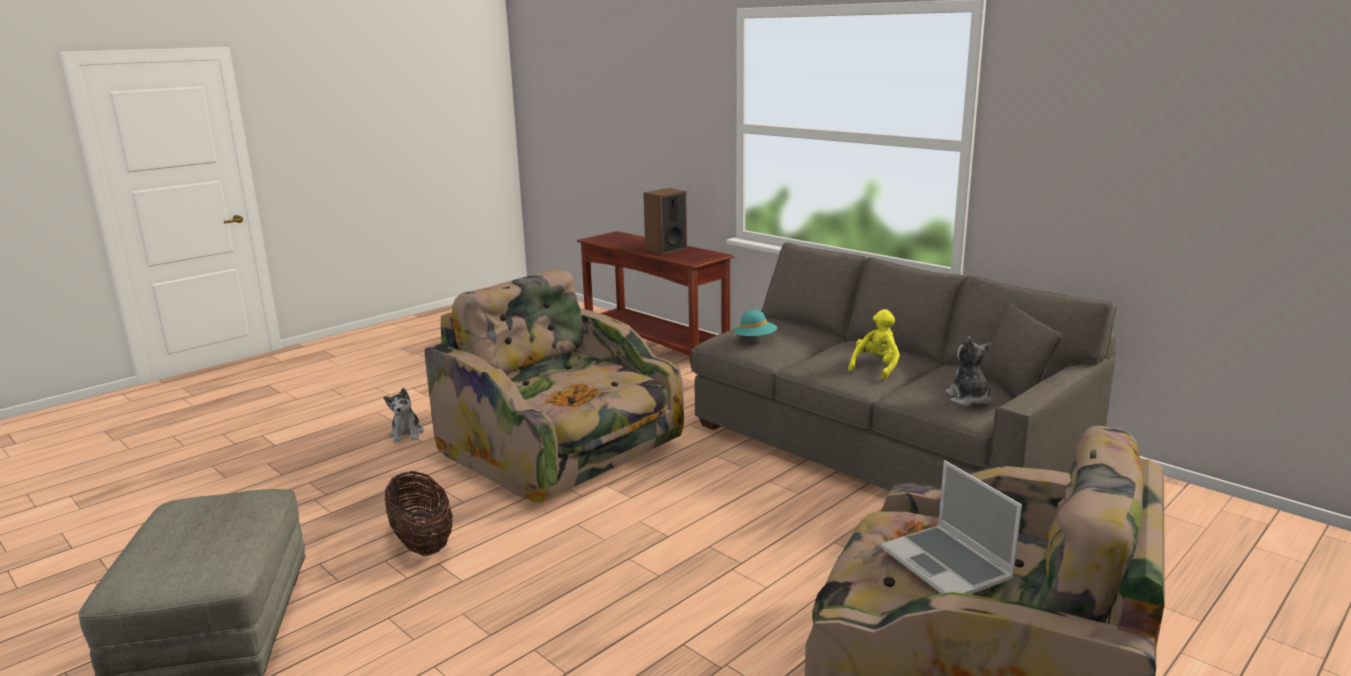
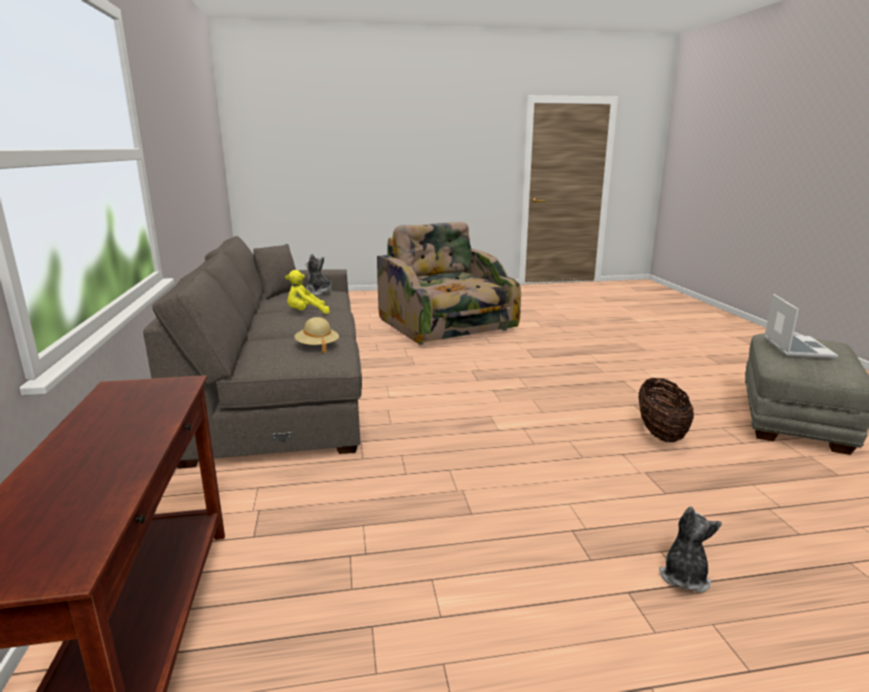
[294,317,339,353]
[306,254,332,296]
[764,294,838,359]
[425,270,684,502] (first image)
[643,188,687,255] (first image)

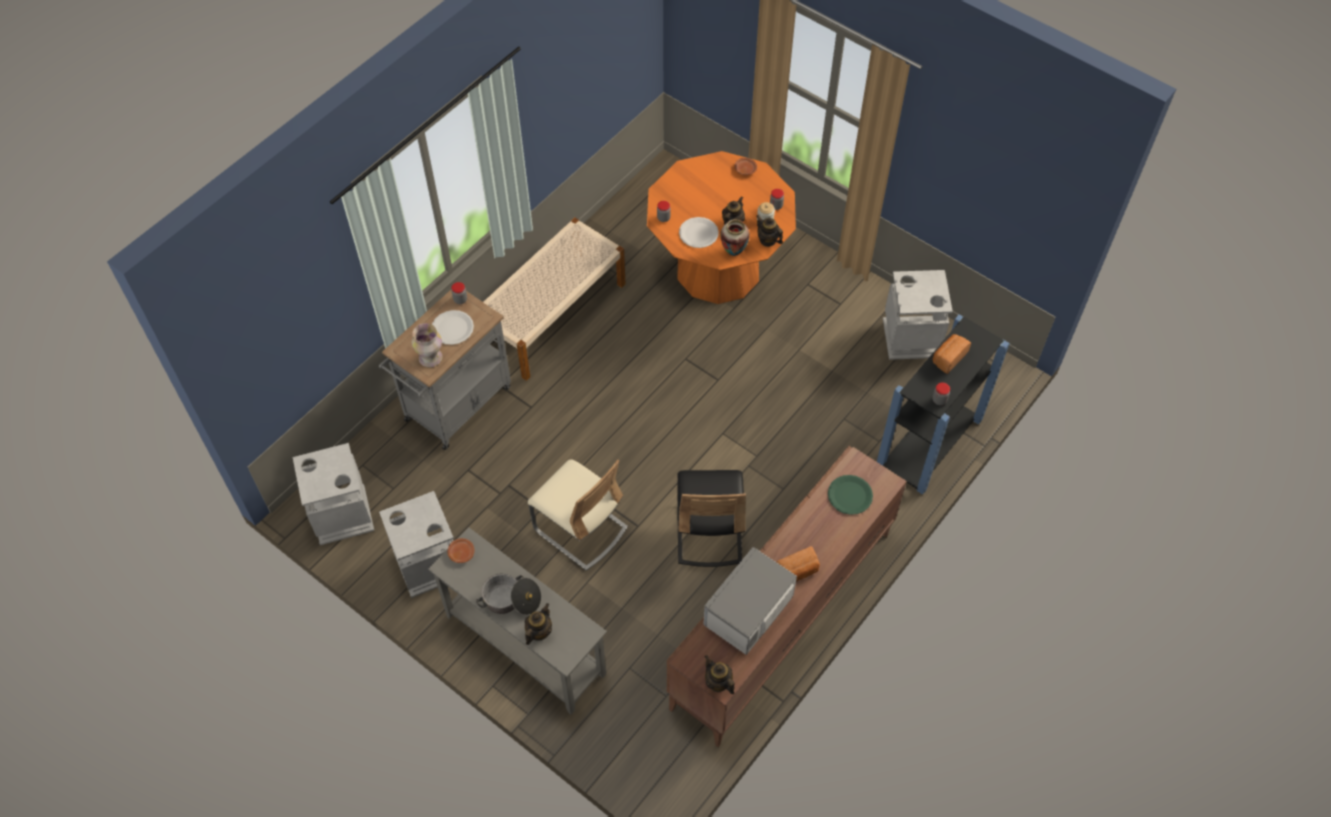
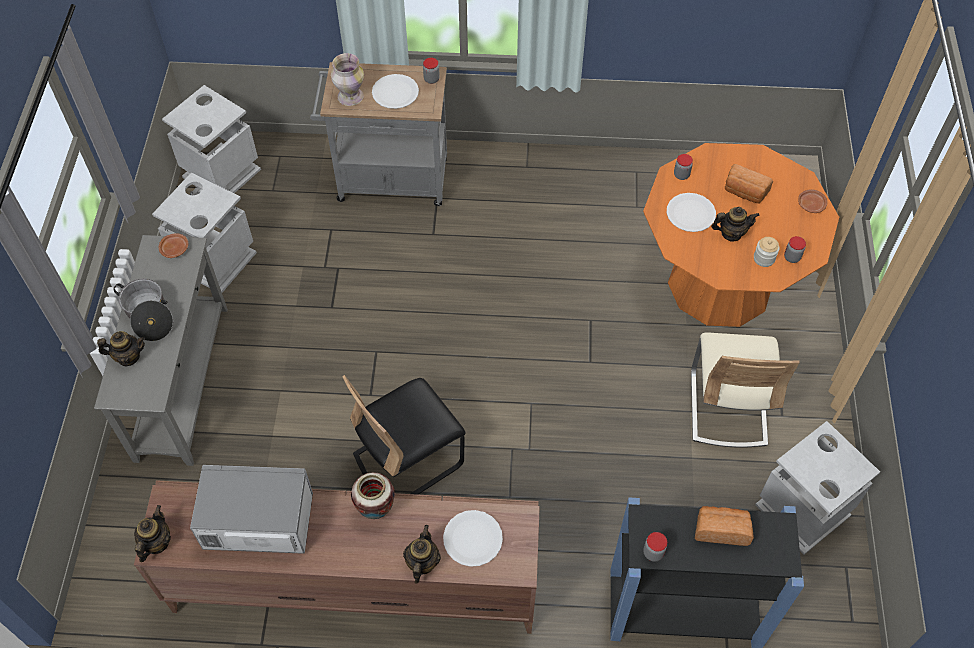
[351,472,395,519]
[403,525,441,584]
[443,510,503,567]
[691,333,800,448]
[725,164,773,203]
[483,217,625,381] (first image)

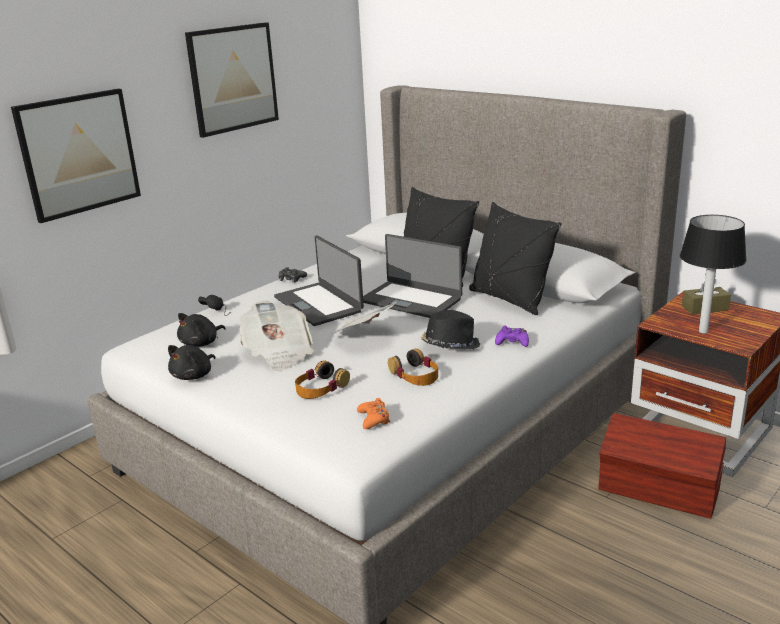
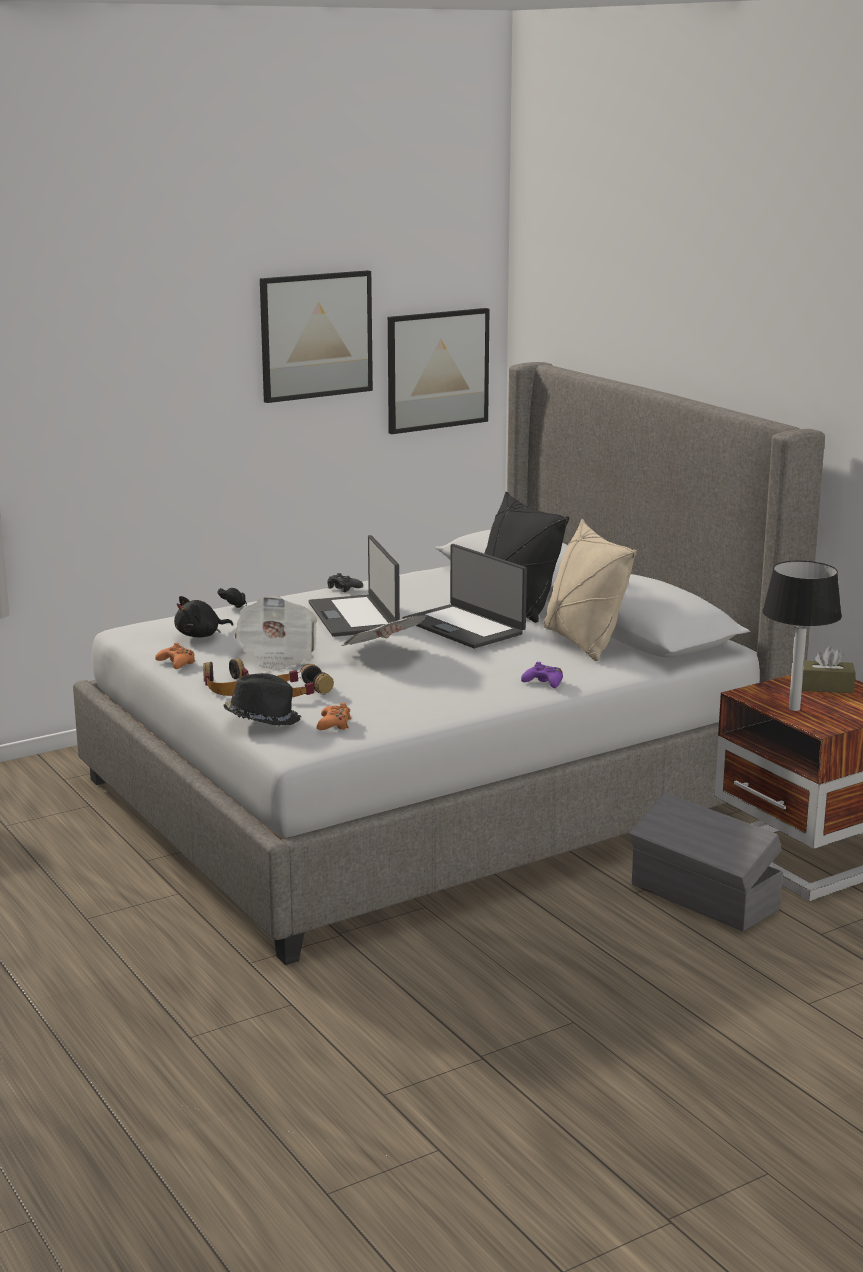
[155,643,195,669]
[203,659,248,696]
[223,673,301,726]
[388,308,489,434]
[543,519,637,661]
[629,793,783,931]

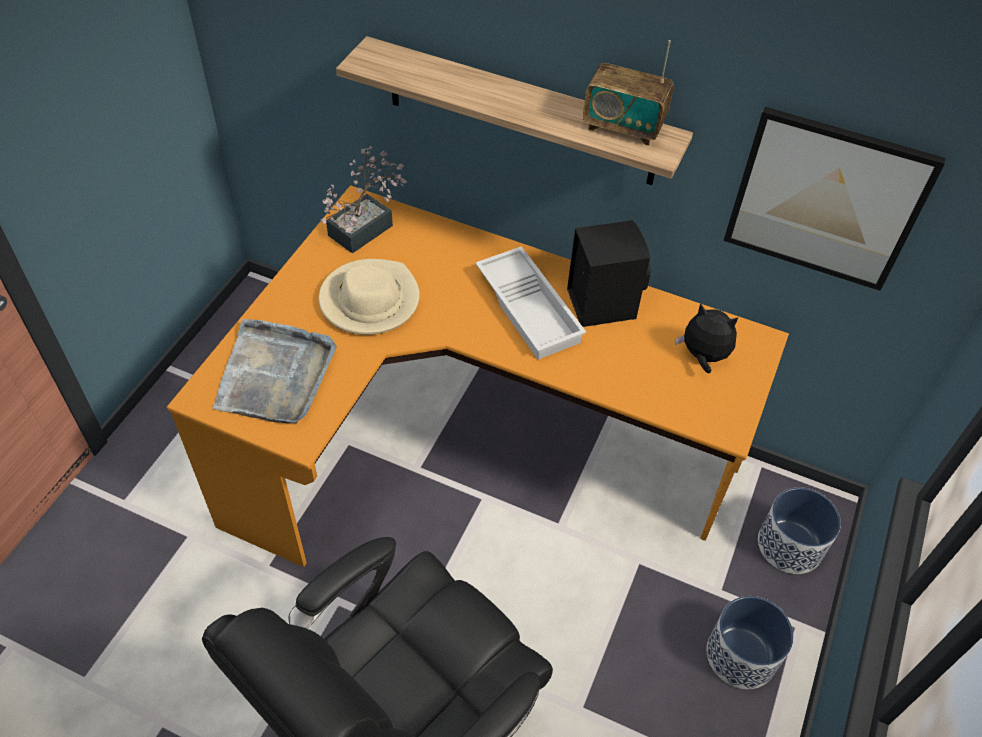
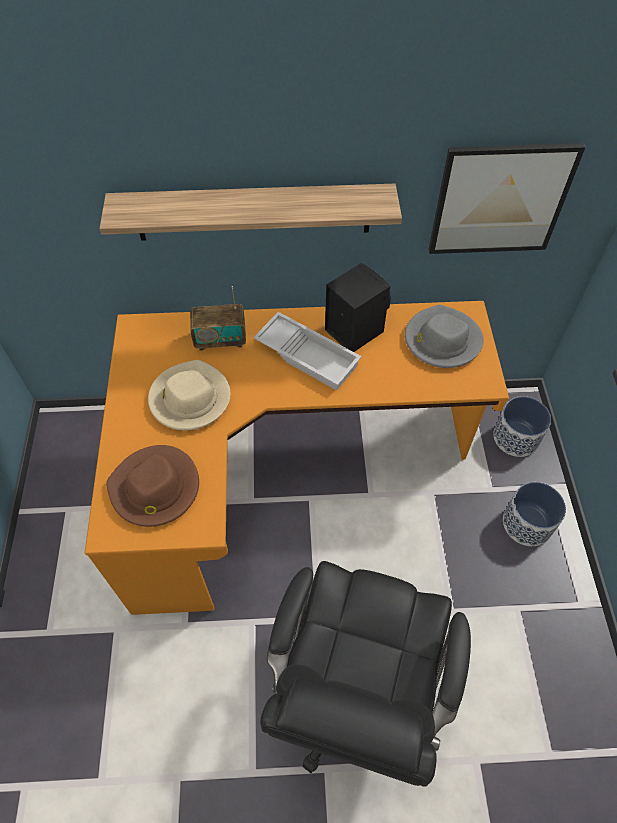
[106,445,199,527]
[190,286,246,351]
[405,305,484,368]
[321,146,407,254] (first image)

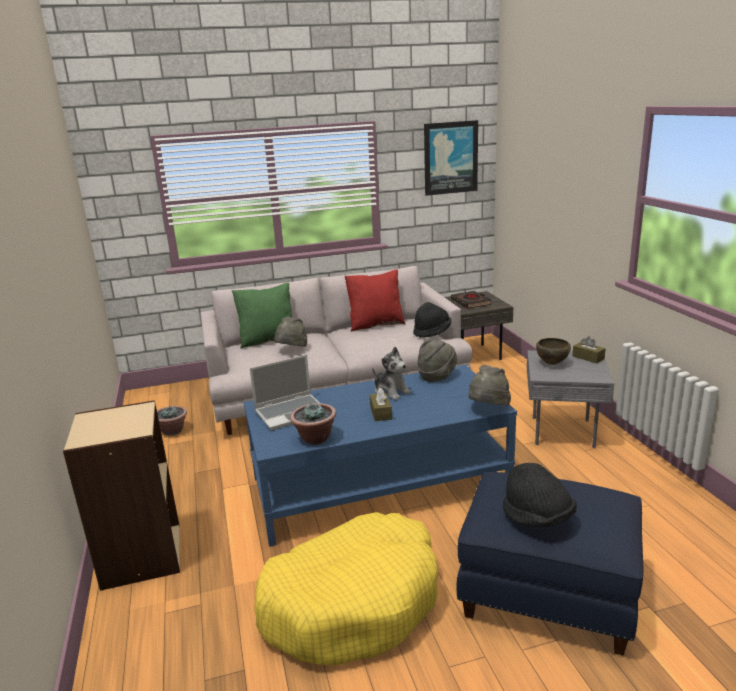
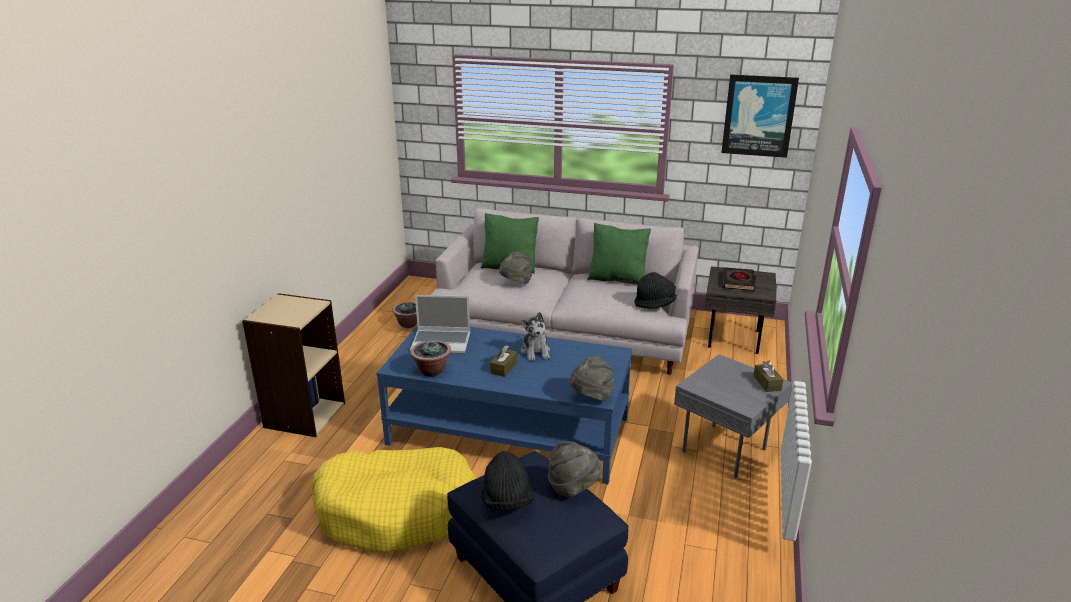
[548,441,601,497]
[587,223,651,285]
[536,338,571,365] (first image)

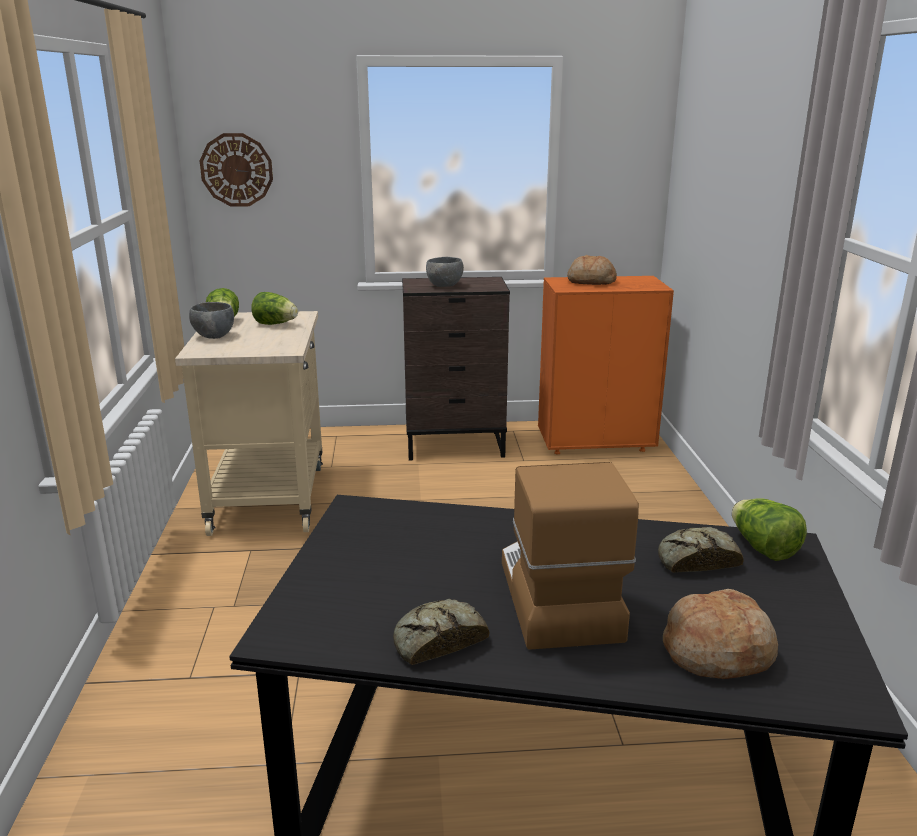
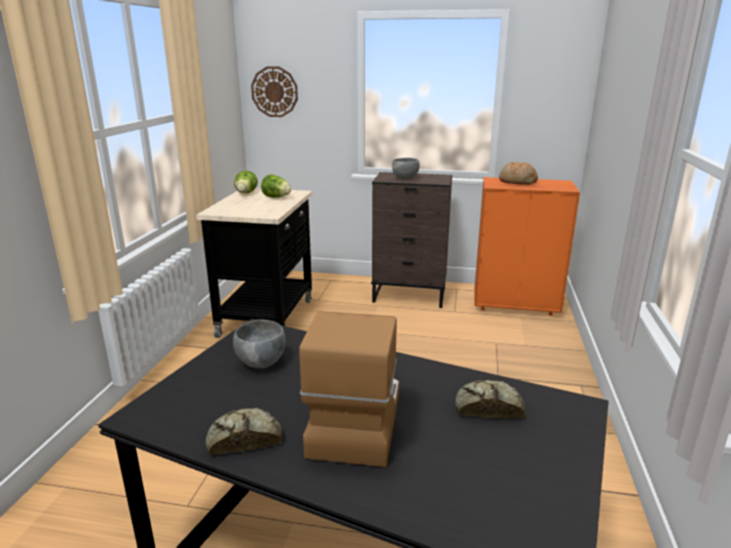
[196,188,312,338]
[233,319,285,368]
[663,589,778,679] (first image)
[732,498,807,561] (first image)

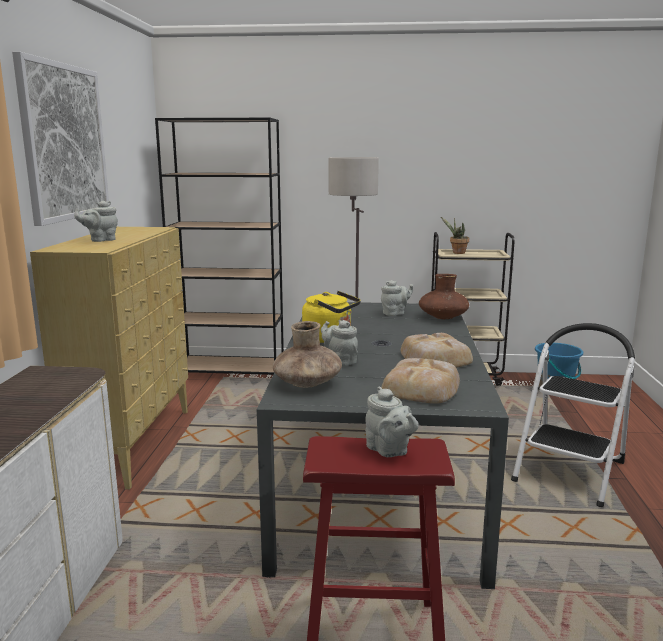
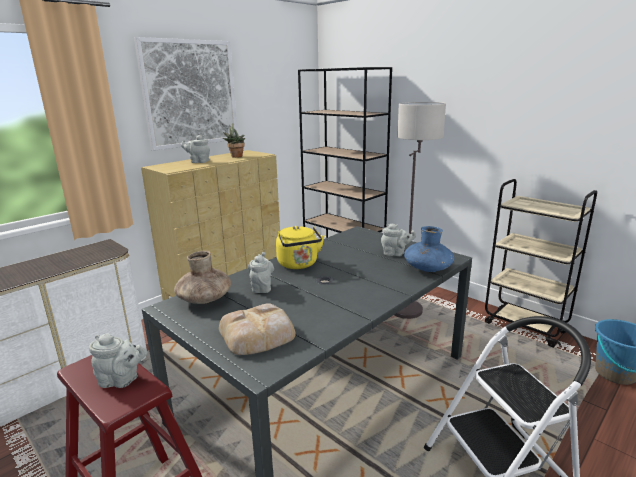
[89,334,147,388]
[223,123,245,158]
[404,226,454,272]
[401,333,473,368] (first image)

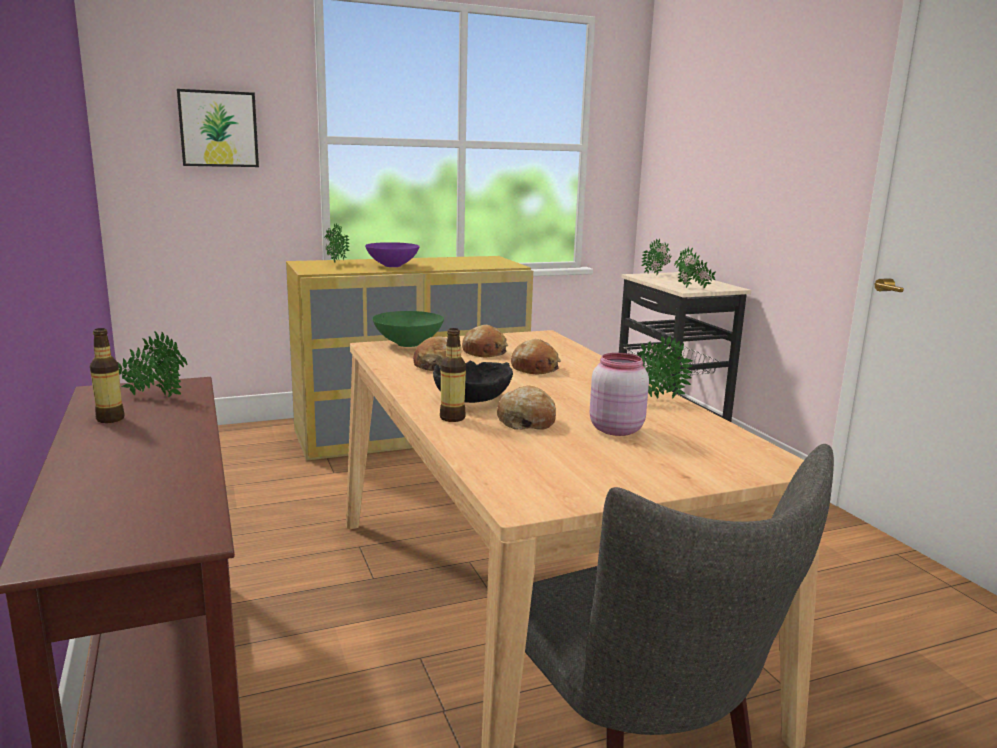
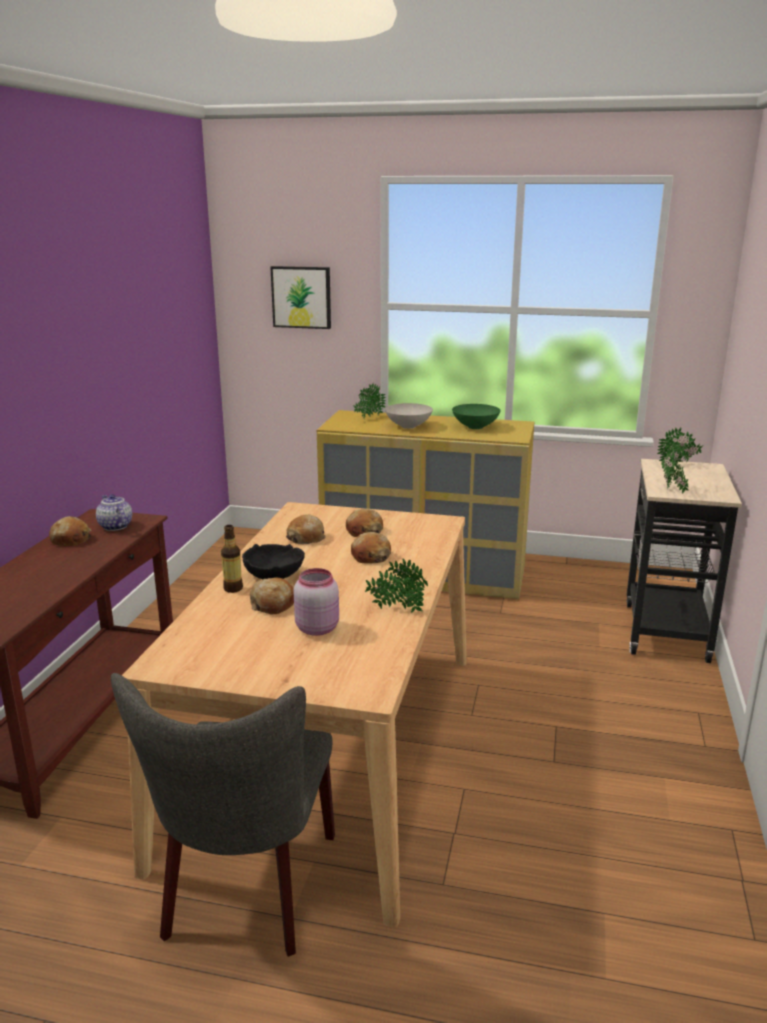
[49,516,91,546]
[96,494,132,531]
[385,403,433,429]
[452,404,501,429]

